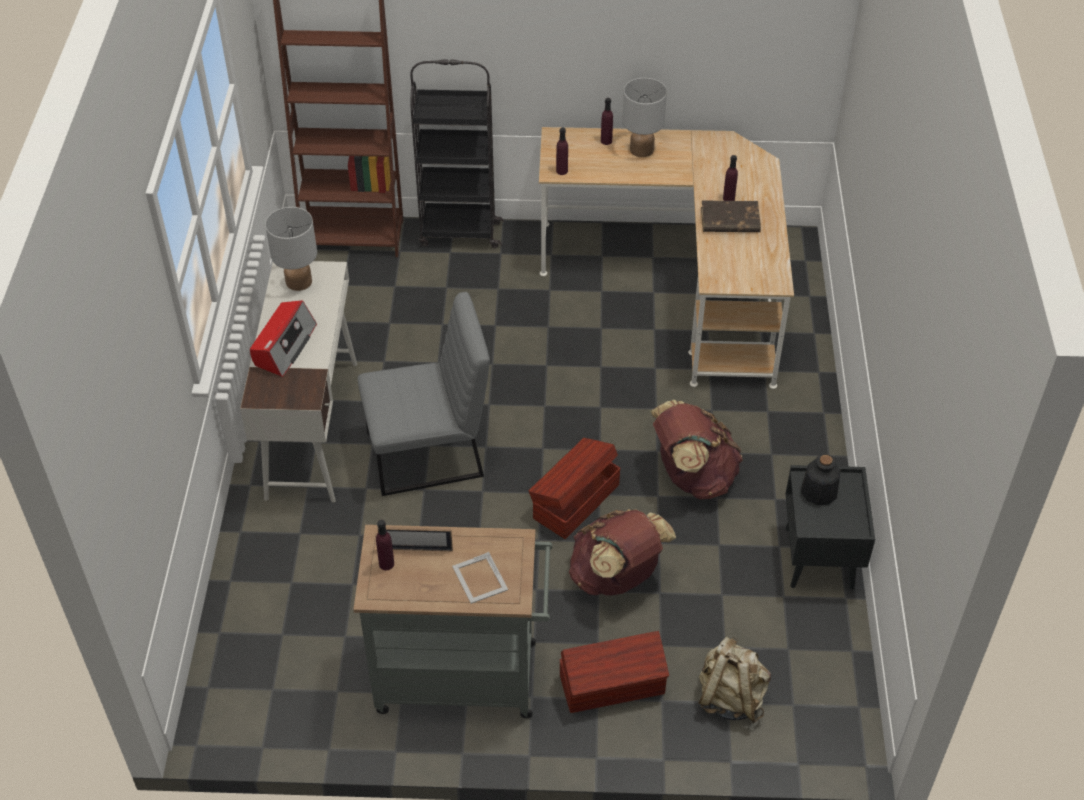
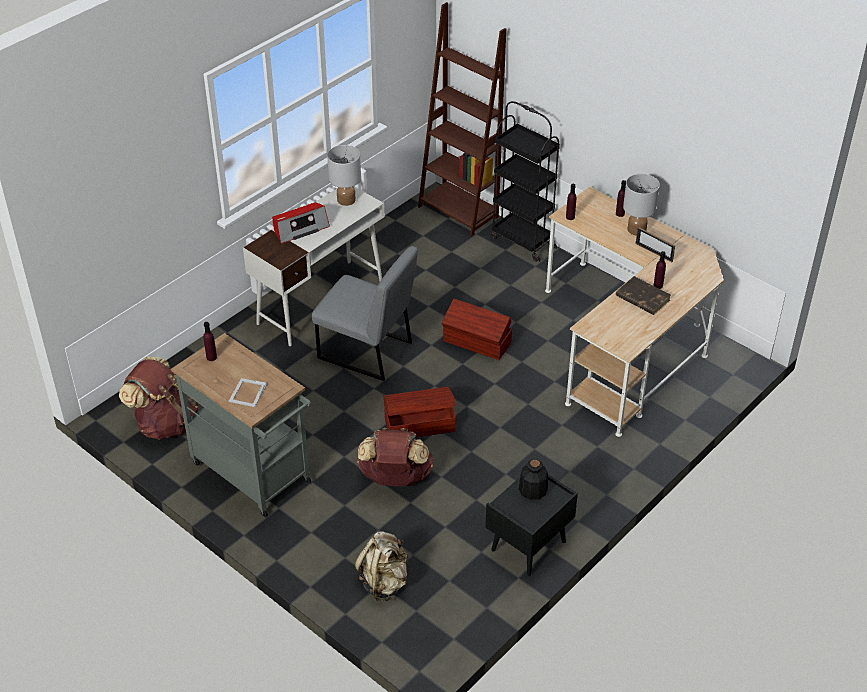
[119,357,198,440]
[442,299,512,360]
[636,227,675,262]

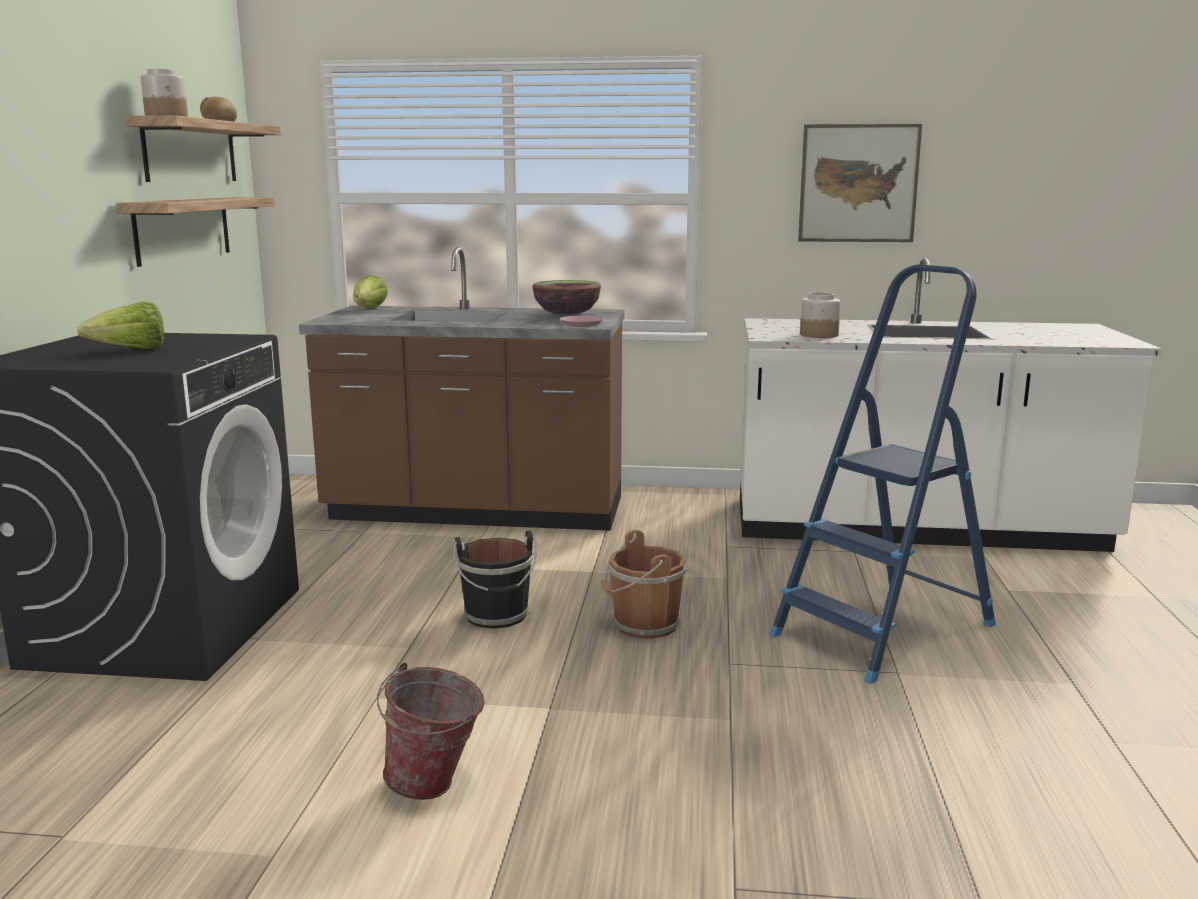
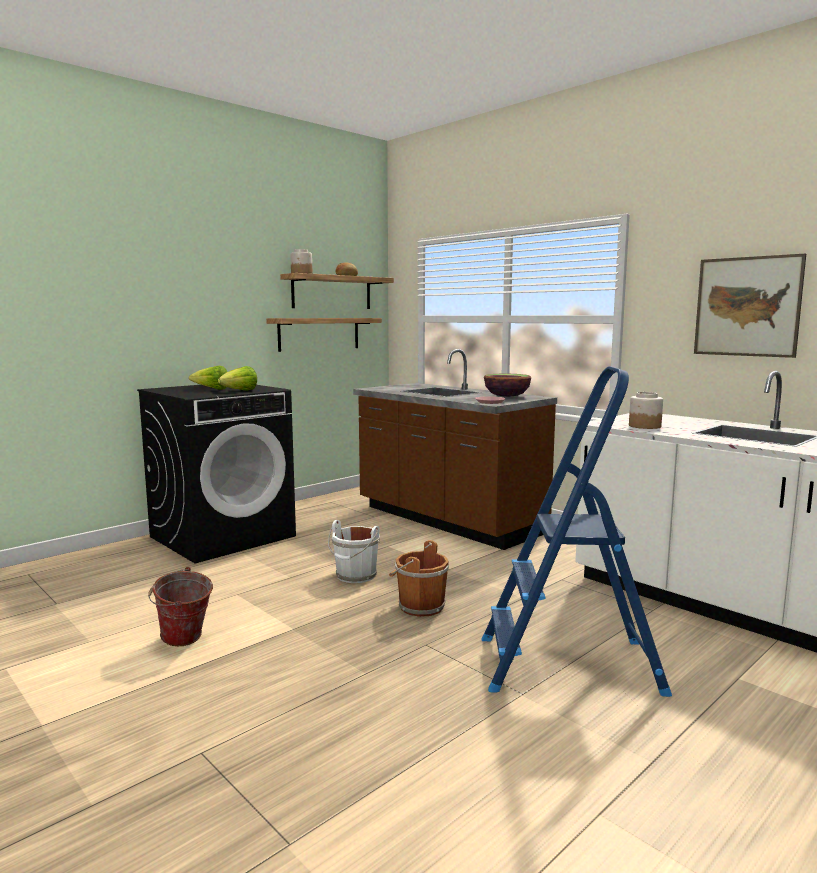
[218,366,257,391]
[328,520,380,583]

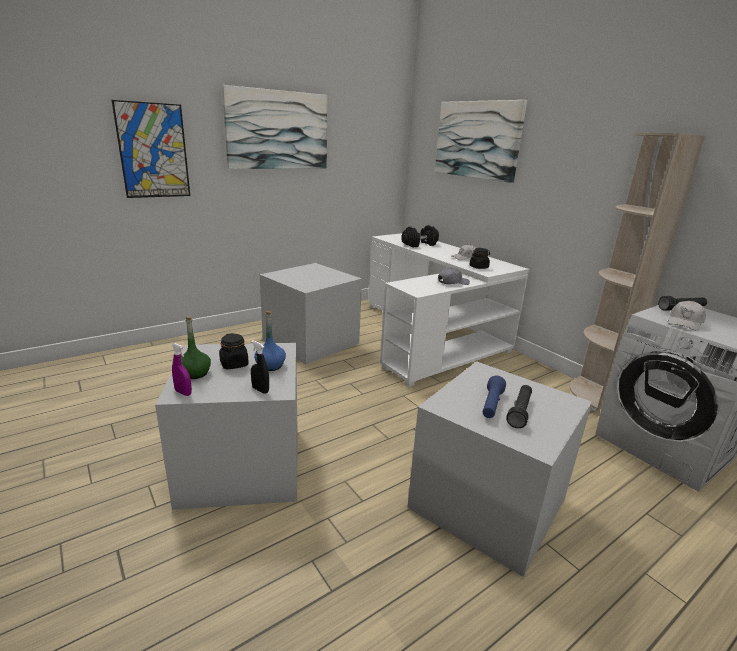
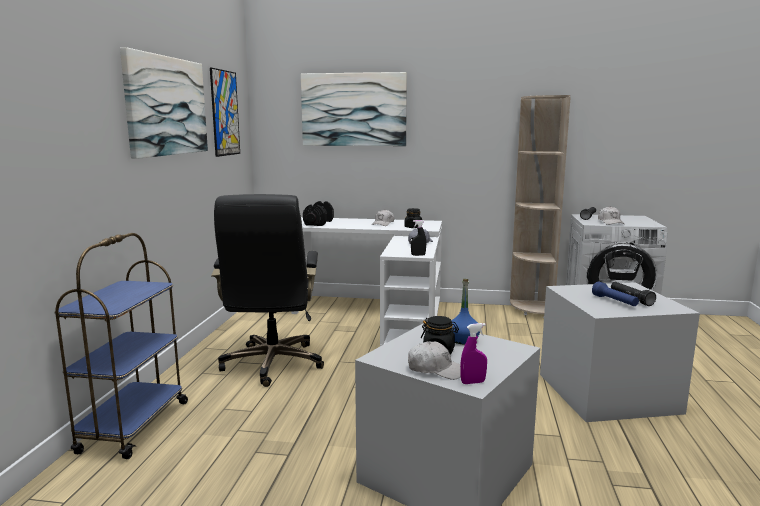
[54,233,188,459]
[210,67,240,157]
[211,194,324,387]
[408,341,461,380]
[411,220,426,256]

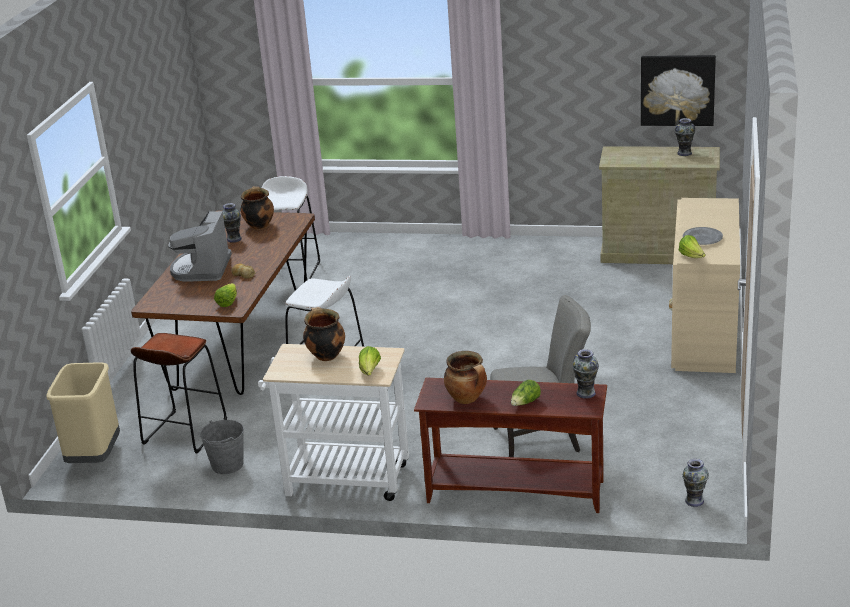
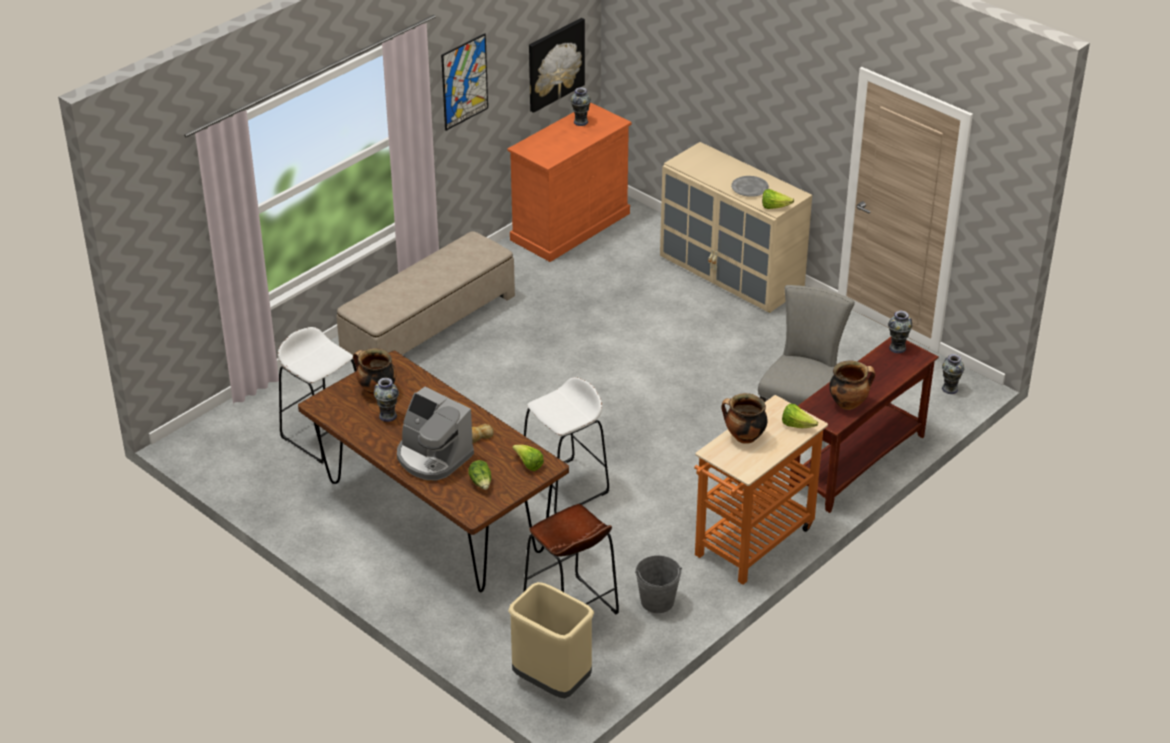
[336,231,515,360]
[441,33,488,131]
[468,460,491,490]
[507,103,631,262]
[694,395,828,585]

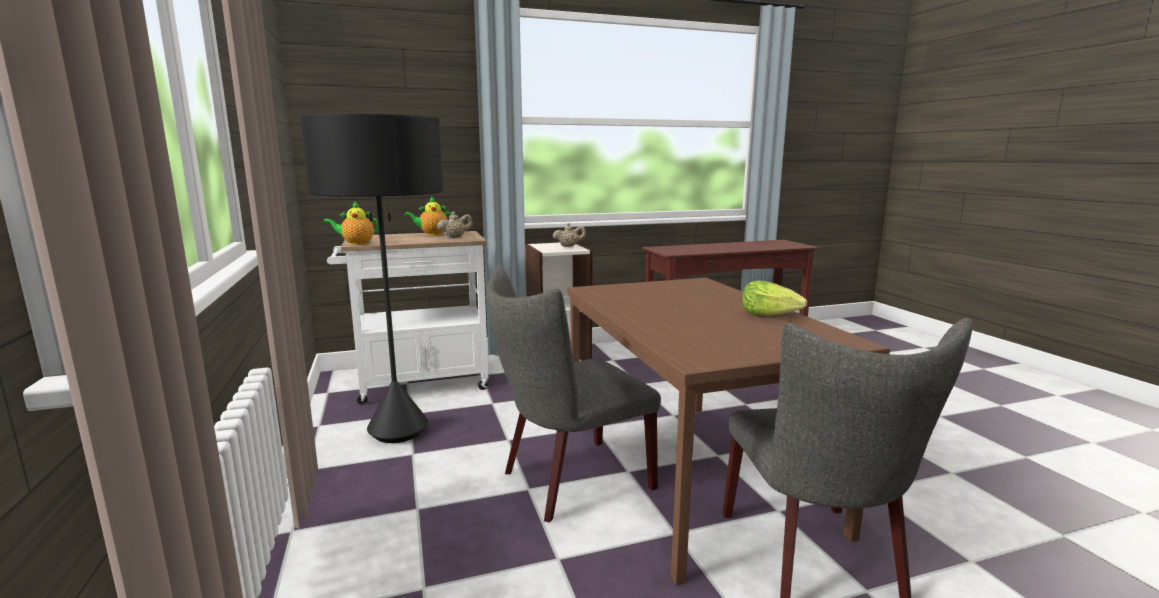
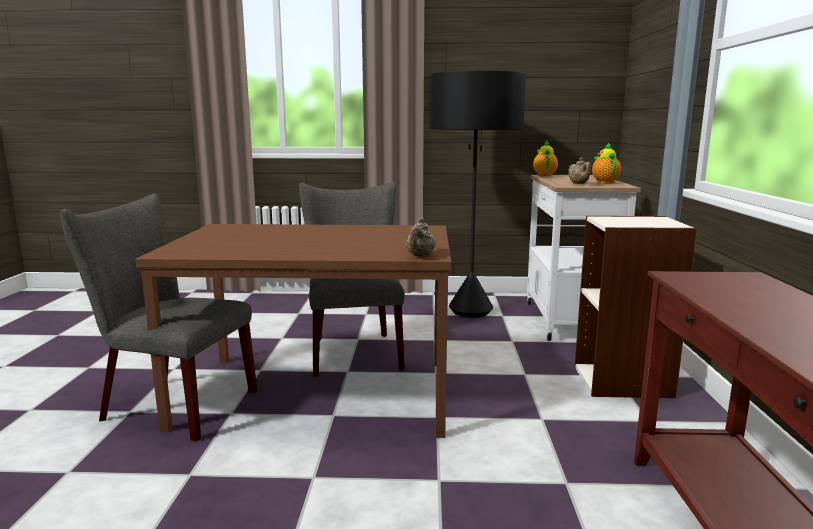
[405,218,436,257]
[742,281,807,316] (first image)

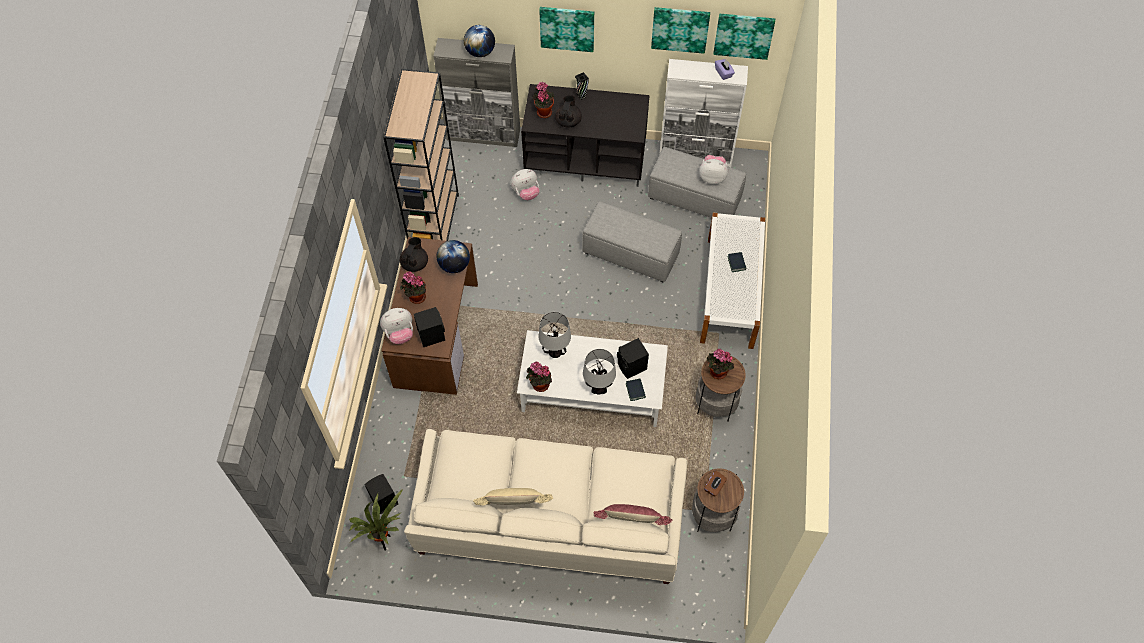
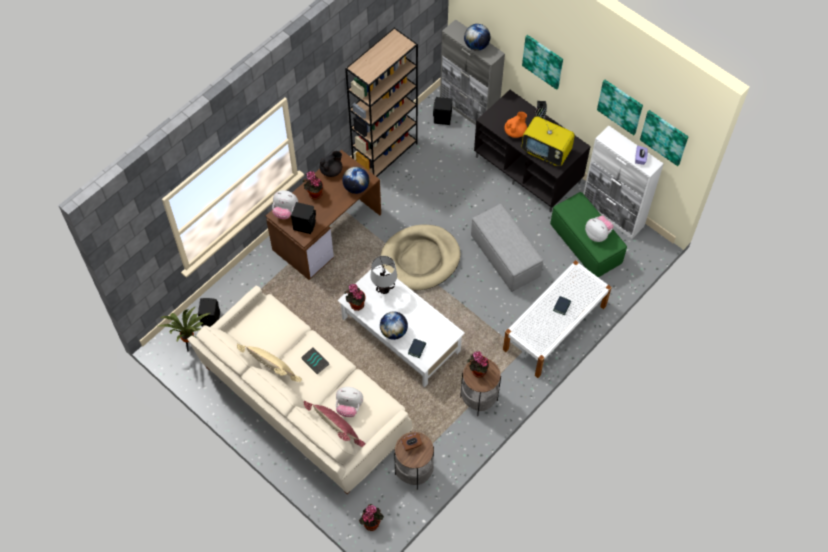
[301,347,329,374]
[336,387,363,417]
[359,504,384,531]
[380,312,408,340]
[381,225,461,290]
[433,97,452,125]
[504,112,527,138]
[522,116,575,166]
[550,192,627,277]

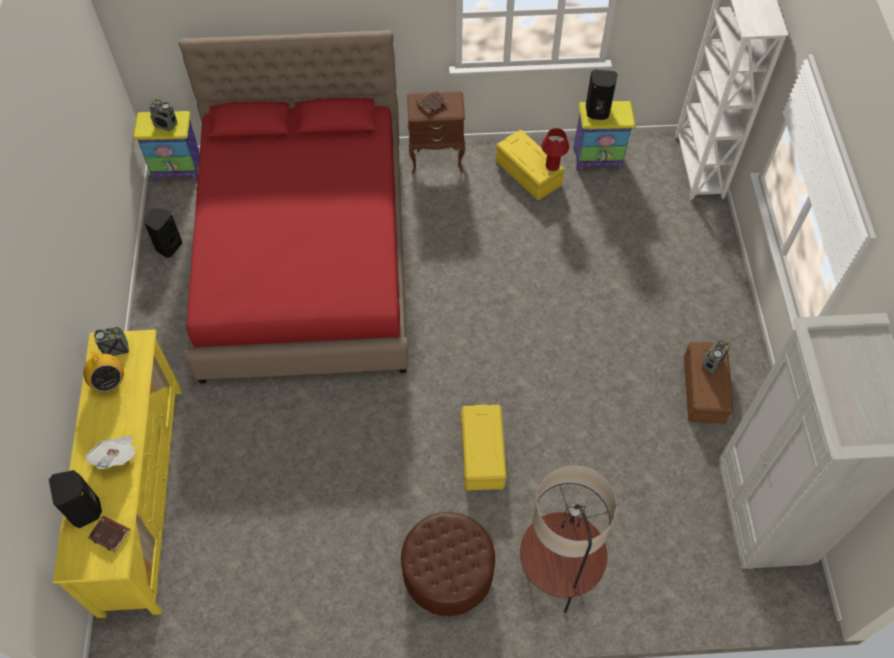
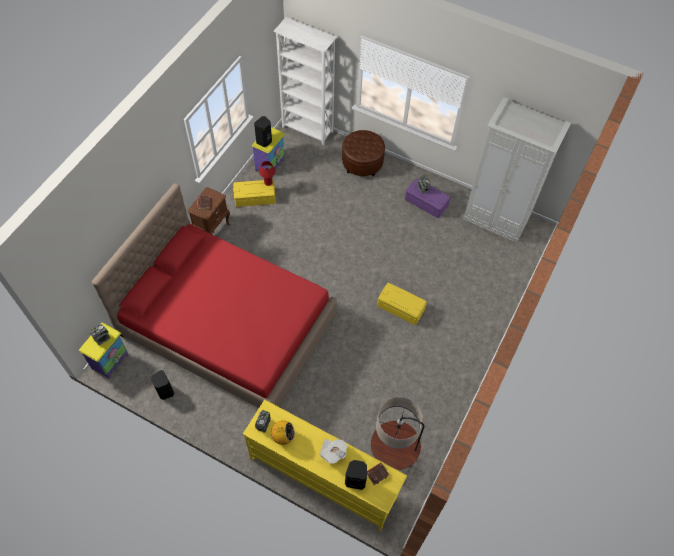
[342,130,385,176]
[371,397,425,470]
[405,178,451,218]

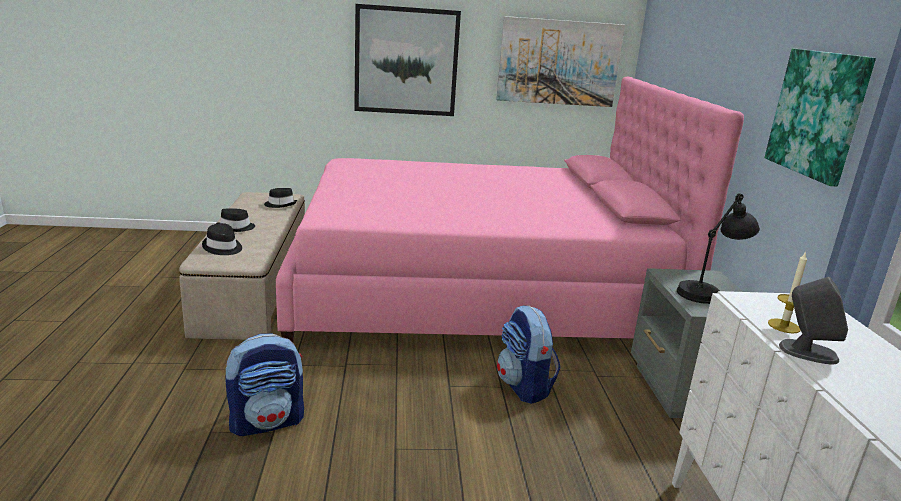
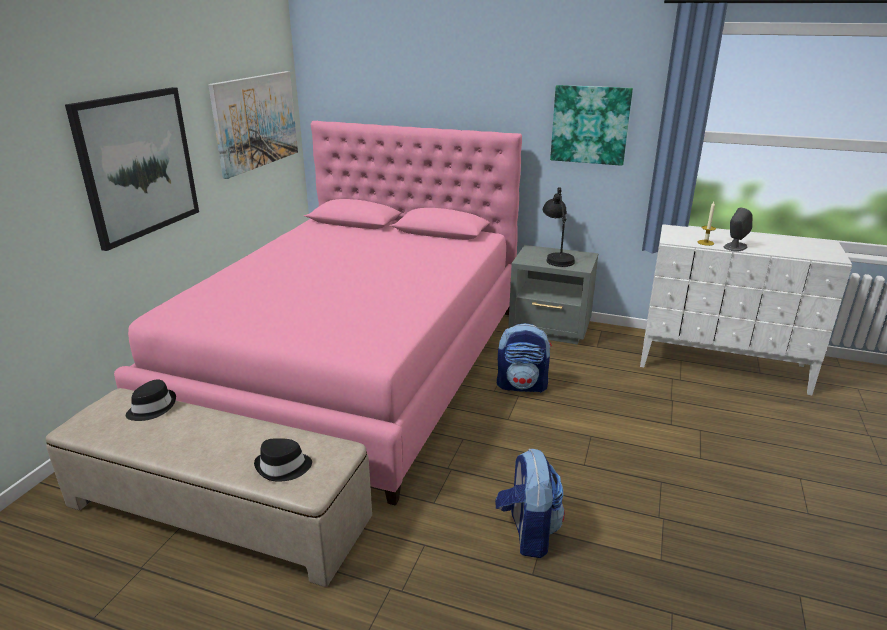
[216,209,255,232] (first image)

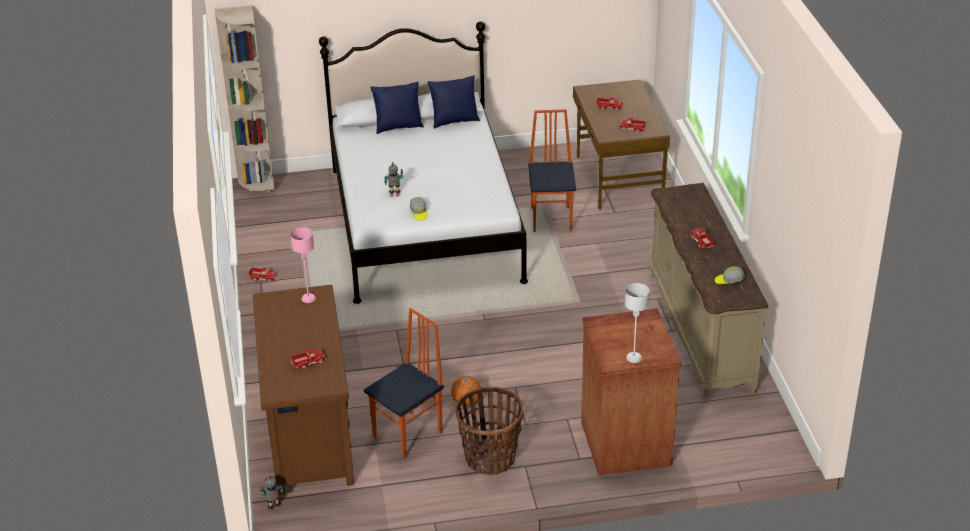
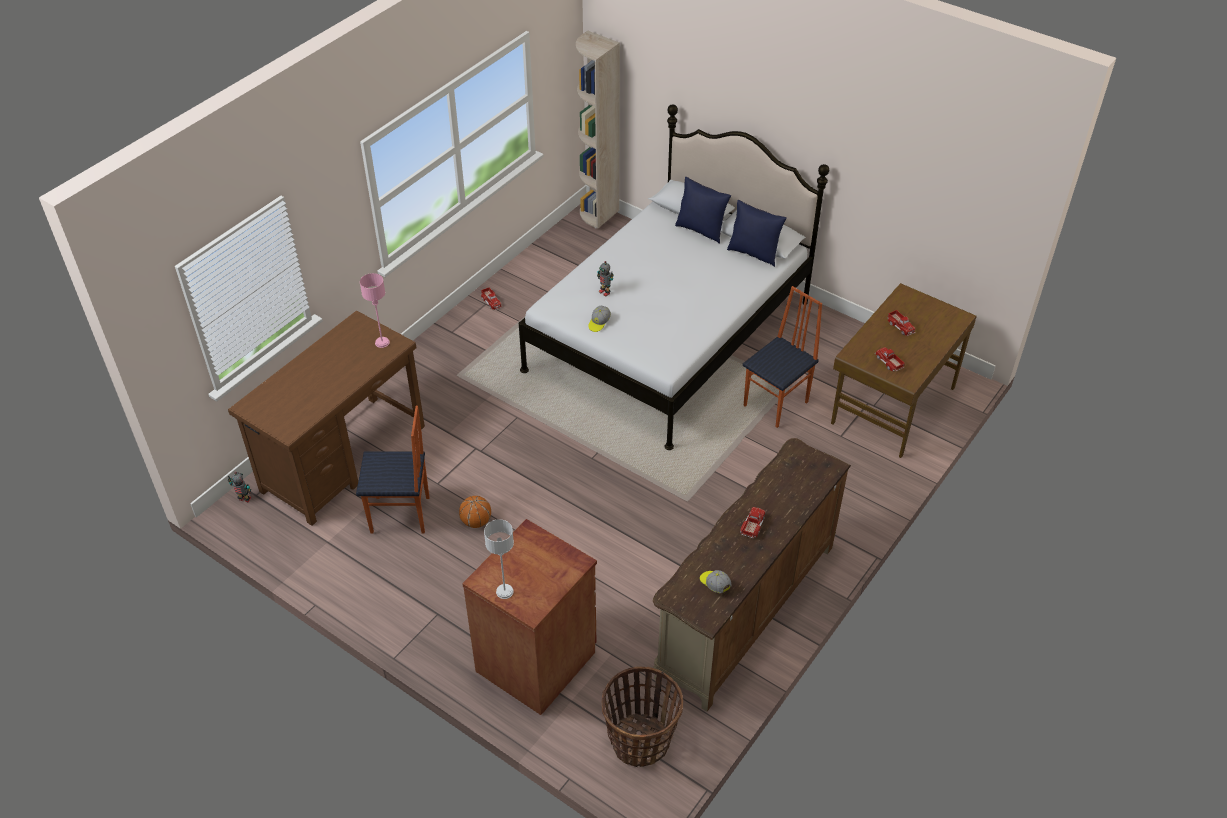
[602,667,683,767]
[291,349,326,369] (first image)

